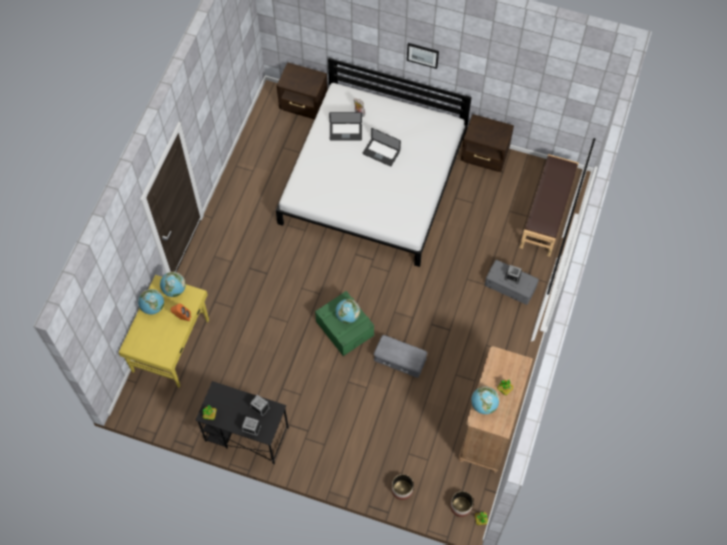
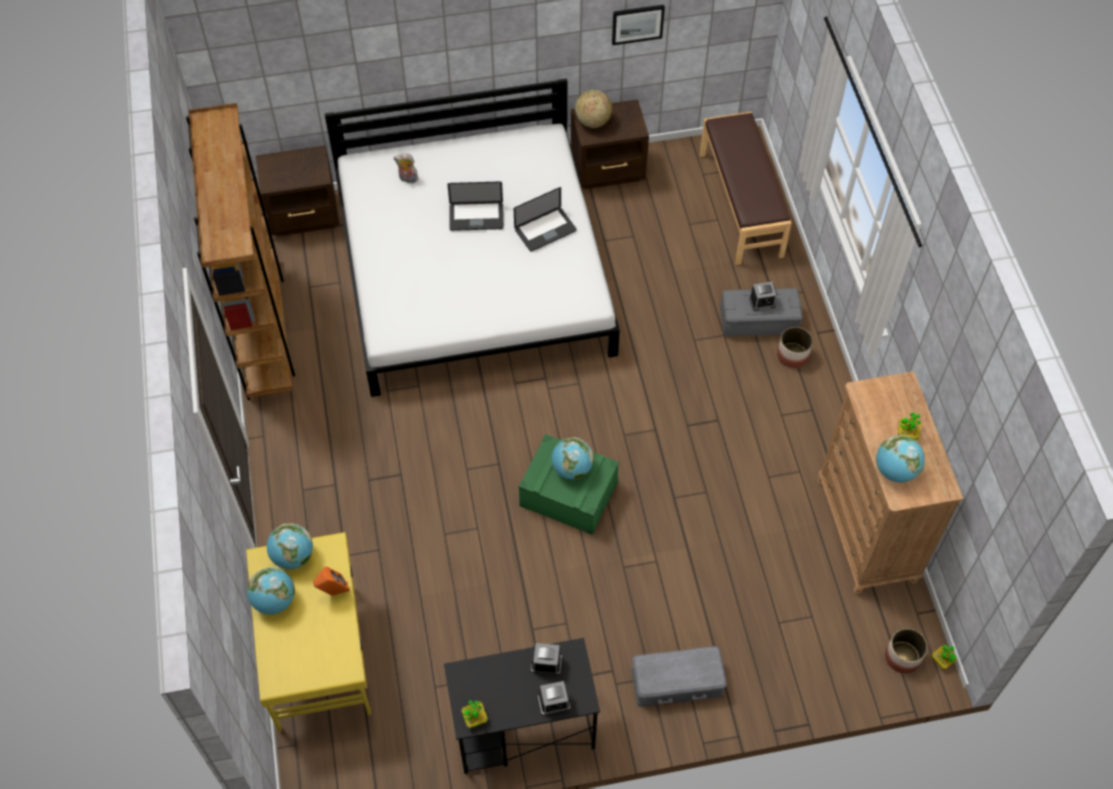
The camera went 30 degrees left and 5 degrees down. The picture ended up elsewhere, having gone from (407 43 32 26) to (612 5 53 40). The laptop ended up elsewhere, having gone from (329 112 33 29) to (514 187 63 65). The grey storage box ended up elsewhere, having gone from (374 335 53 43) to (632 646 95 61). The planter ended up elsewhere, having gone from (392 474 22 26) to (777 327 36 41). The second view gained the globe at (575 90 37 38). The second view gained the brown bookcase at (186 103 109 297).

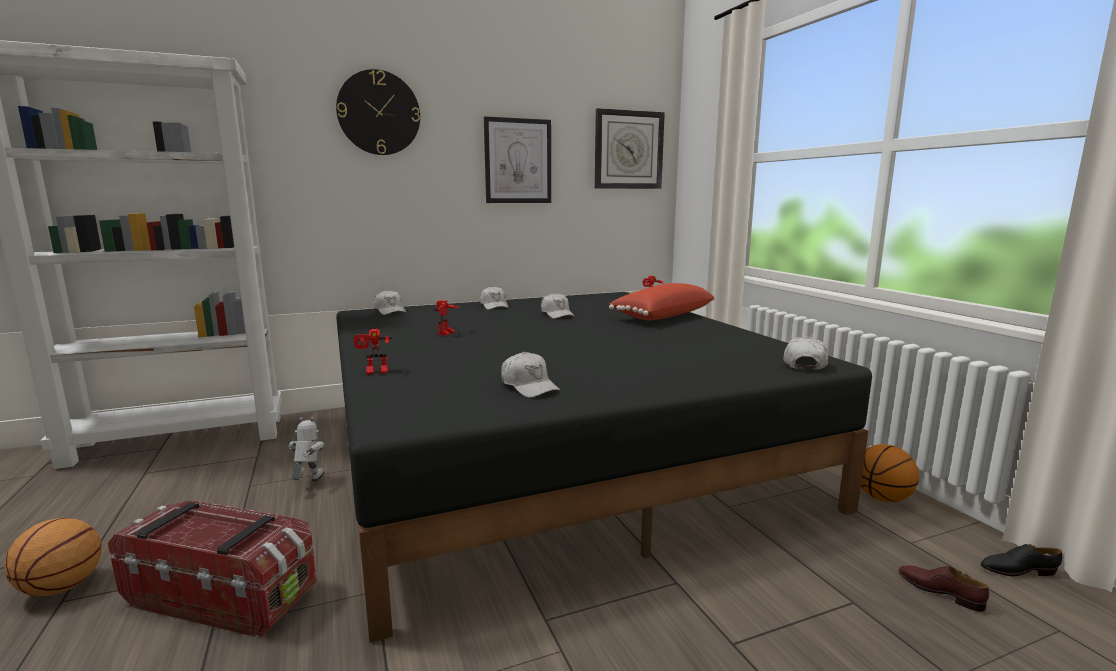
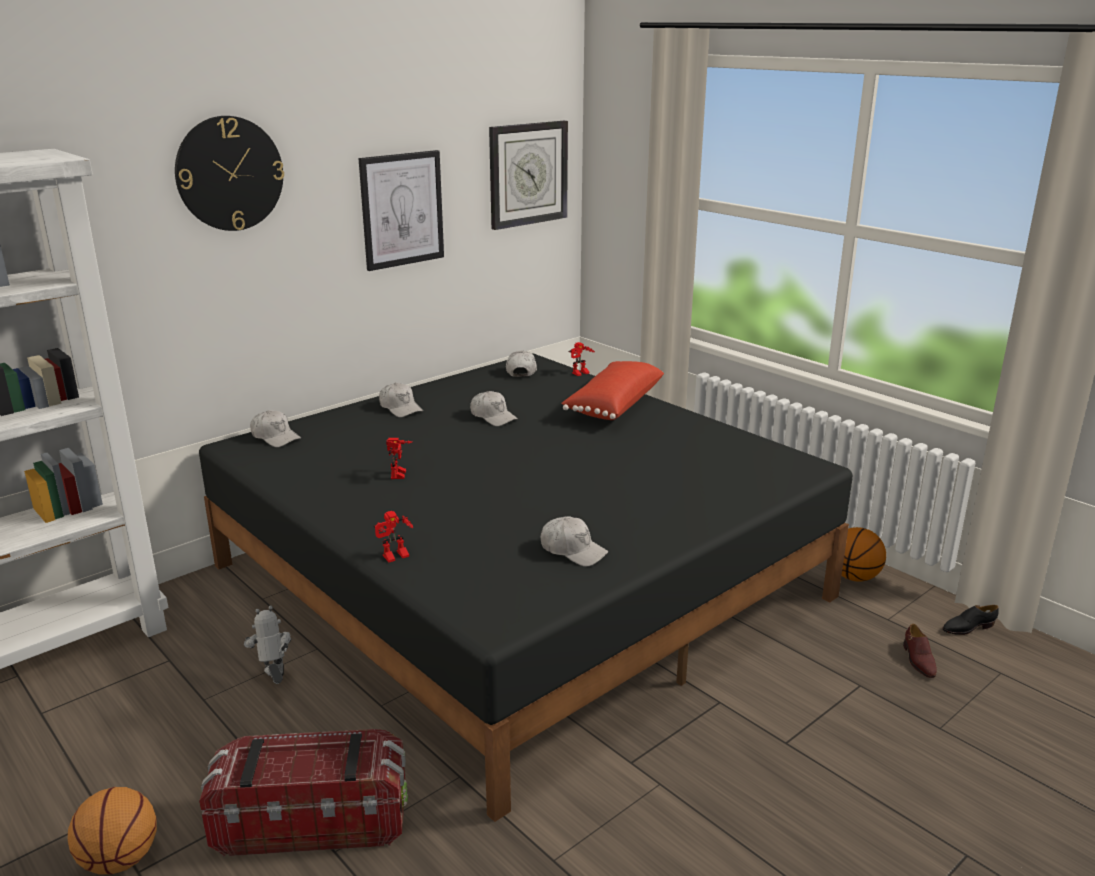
The camera went 20 degrees left and 10 degrees up. The white cap ended up elsewhere, having gone from (784 337 44 33) to (506 350 31 27). The brown shoe at (899 565 90 47) ended up facing another way, 120 degrees counterclockwise from before.

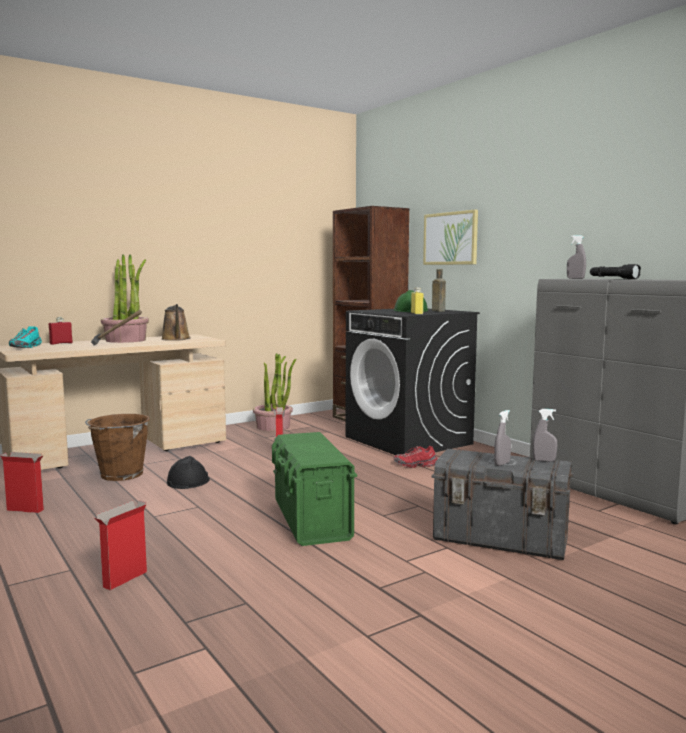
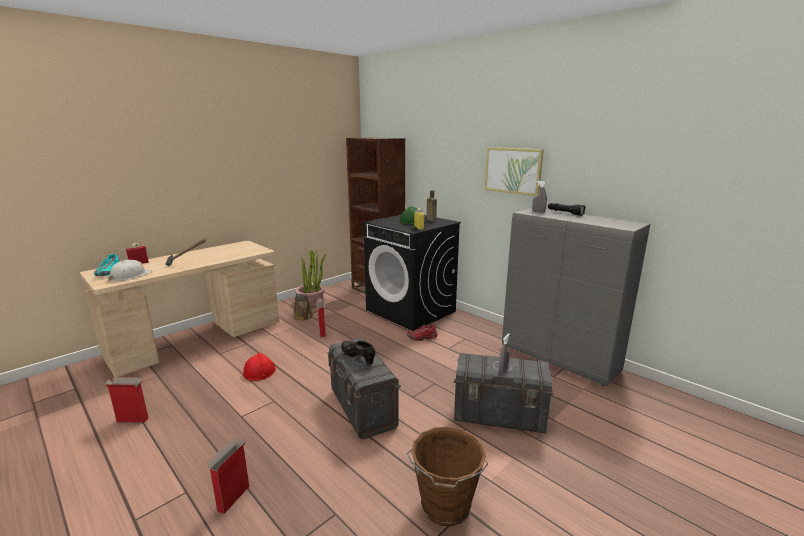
The camera went 10 degrees left and 10 degrees up. The picture ended up elsewhere, having gone from (423 210 55 55) to (484 147 60 49). The second view lost the potted plant at (101 254 48 89). The brown watering can ended up elsewhere, having gone from (161 304 29 37) to (293 293 20 28). The second view lost the grey spray bottle at (533 409 24 53). The brown bucket ended up elsewhere, having gone from (85 414 65 67) to (407 426 81 101). What was the green storage box at (272 432 85 114) turned into the grey storage box at (328 338 73 101). What was the black hard hat at (167 456 43 33) turned into the red hard hat at (243 353 33 28). The second view gained the white hard hat at (108 260 44 22). The second view gained the black shoe at (341 341 35 24).

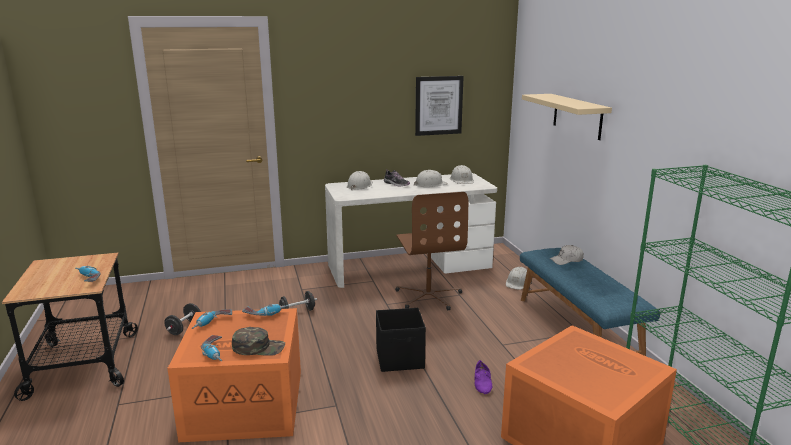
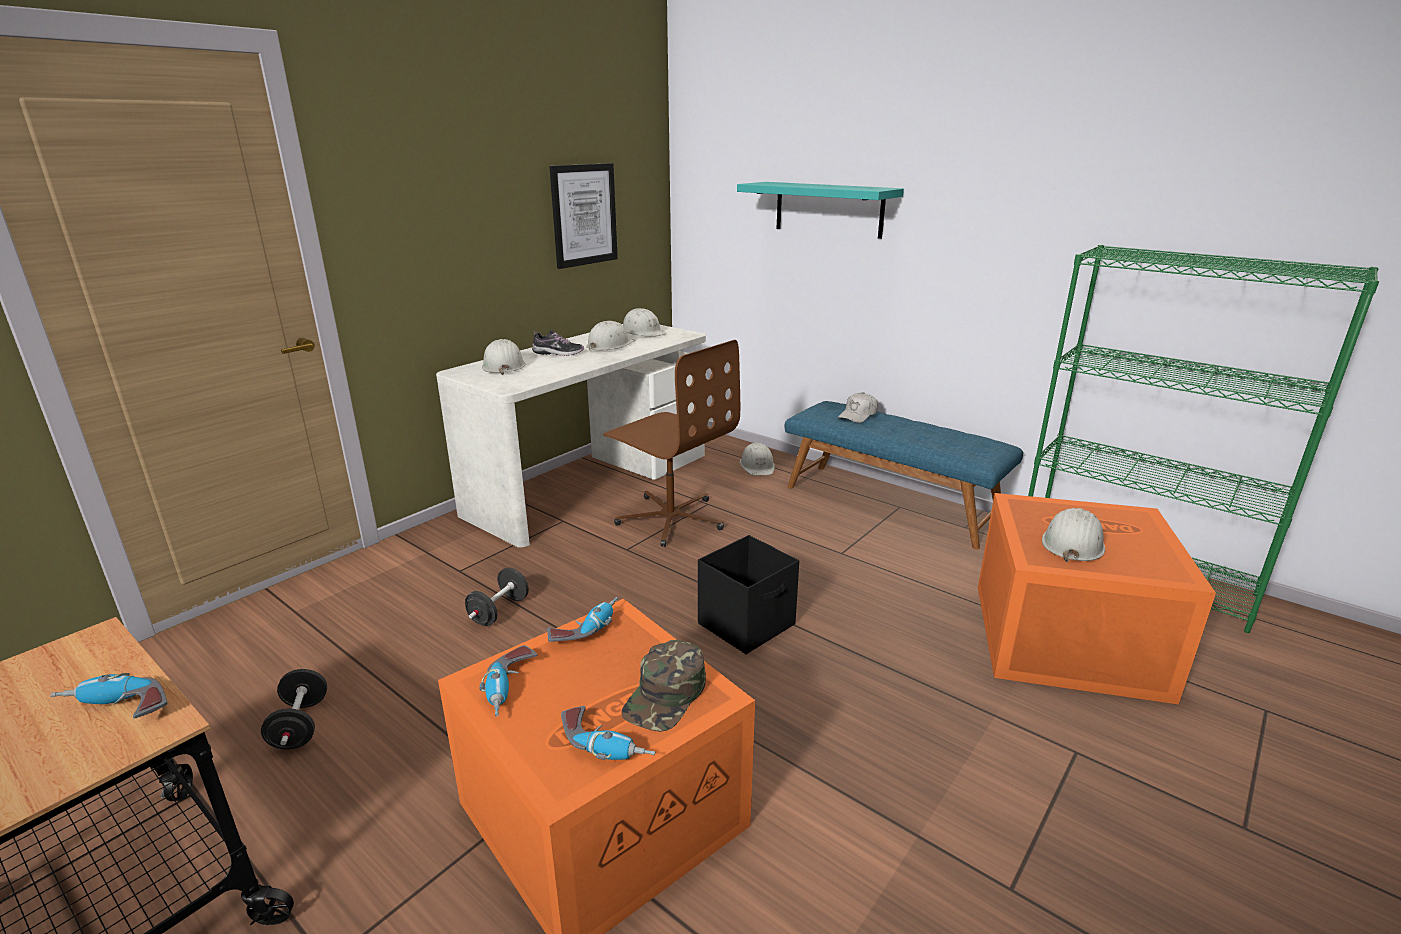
The camera went 35 degrees left and 5 degrees up. What was the beige shelf at (522 94 90 46) turned into the turquoise shelf at (737 182 167 57). The green cap at (232 327 53 29) ended up facing another way, 150 degrees clockwise from before. The second view lost the purple shoe at (475 360 17 34). The second view gained the white hard hat at (1042 508 63 54).

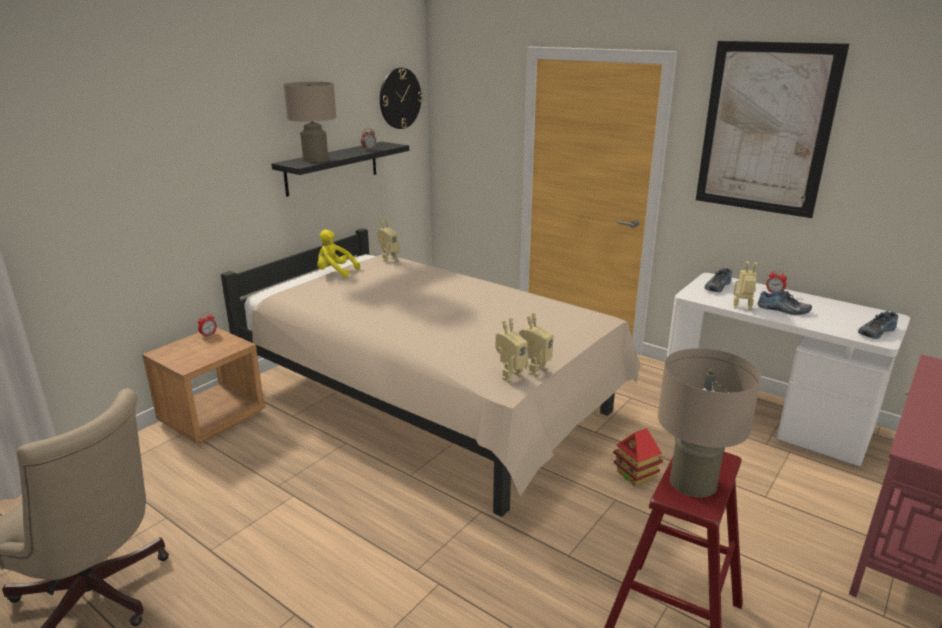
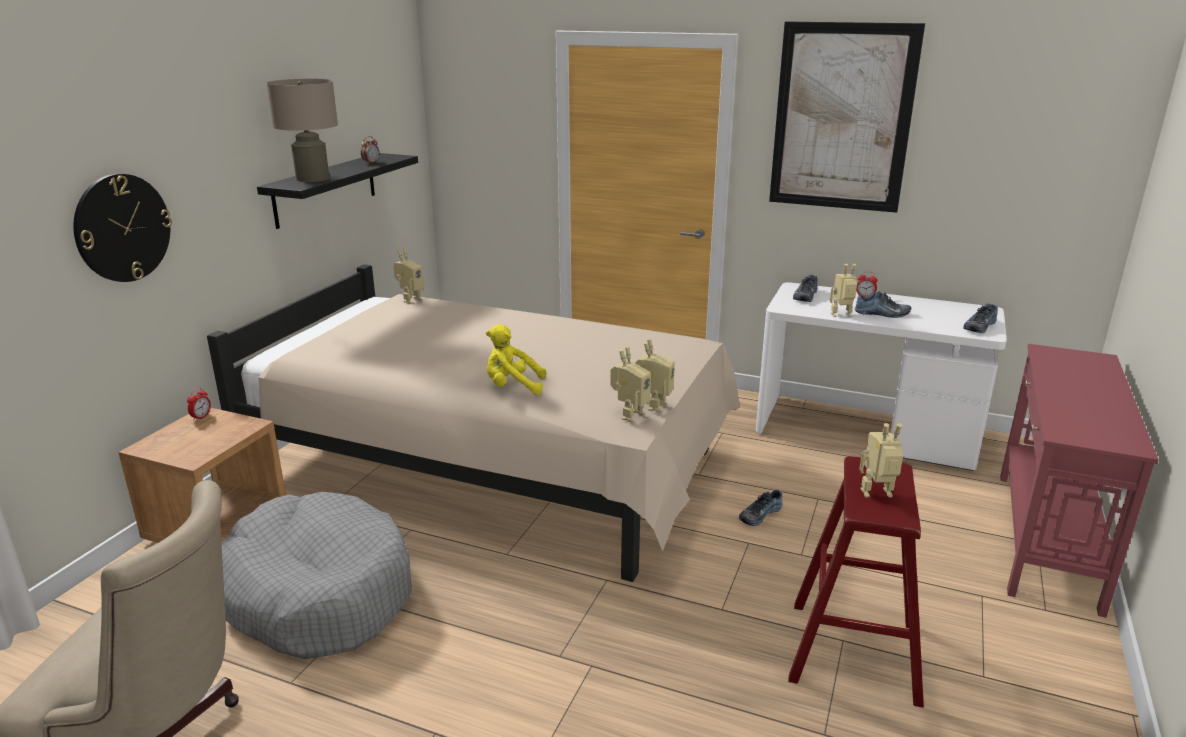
The camera went 15 degrees left and 0 degrees up. The wall clock ended up elsewhere, having gone from (380 68 43 61) to (73 174 99 108). The yellow plush toy ended up elsewhere, having gone from (317 230 43 48) to (486 324 60 71). Where the beige table lamp stood at (658 348 103 149), the toy robot came to stand at (860 423 43 74). Where the toy house stood at (613 428 50 59), the shoe came to stand at (739 490 44 36). The second view gained the grey dog bed at (221 492 191 167).

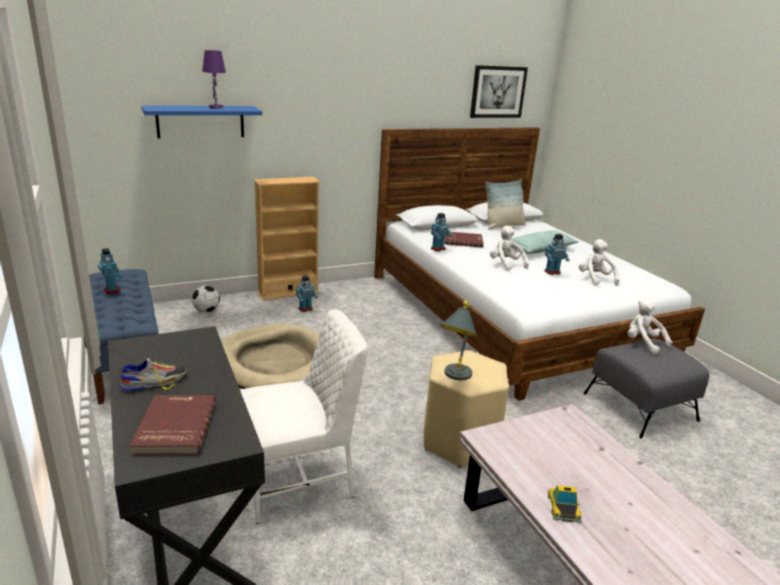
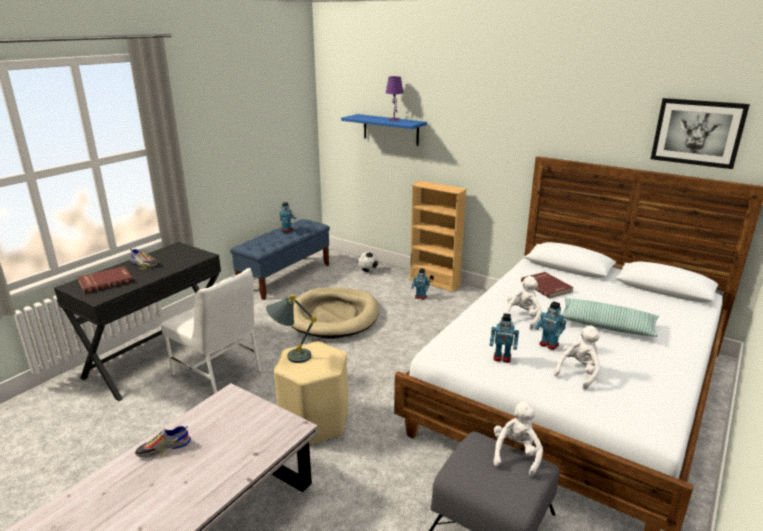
The camera went 60 degrees right and 0 degrees up. The second view lost the pillow at (485 179 40 51). The toy robot ended up elsewhere, having gone from (431 213 21 39) to (489 313 30 50). Where the toy car stood at (548 485 34 38), the shoe came to stand at (135 426 56 32).

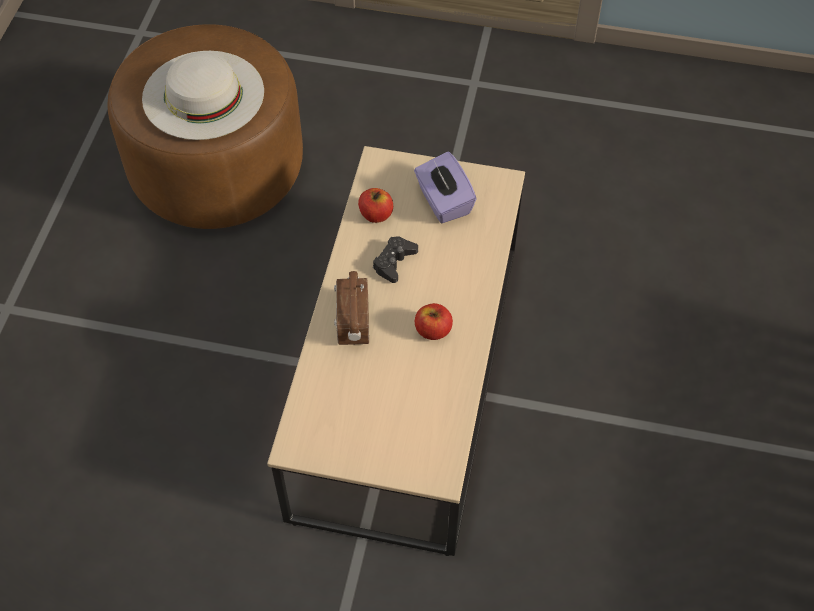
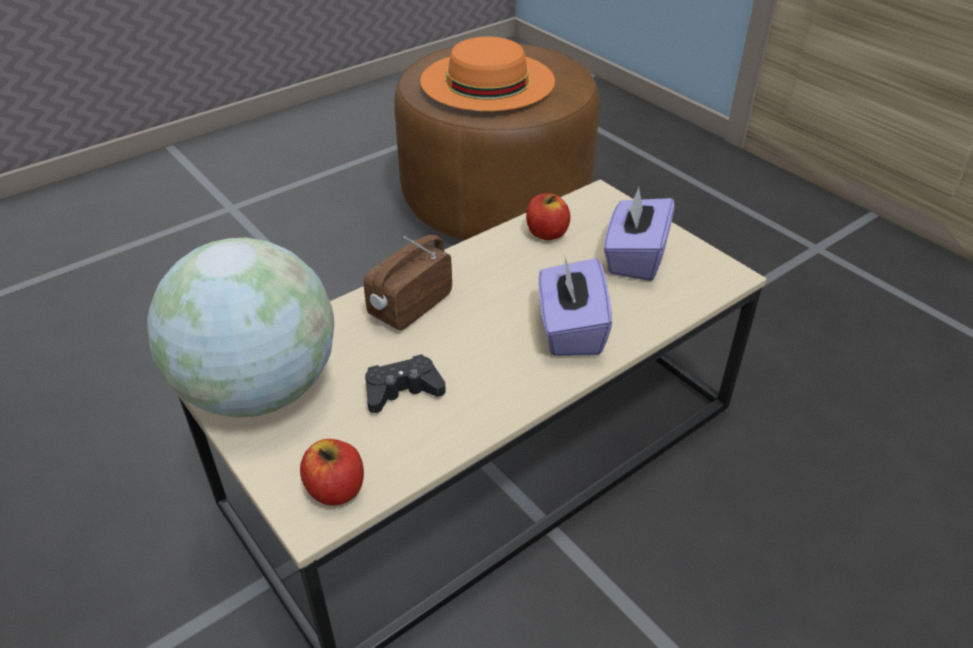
The camera went 40 degrees right and 15 degrees down. What was the white hat at (142 51 122 89) turned into the orange hat at (420 36 135 75). The black game controller ended up elsewhere, having gone from (373 236 45 47) to (365 354 81 59). The apple ended up elsewhere, having gone from (415 303 38 37) to (300 439 64 66). The second view gained the globe at (147 238 187 180). The second view gained the purple tissue box at (538 257 74 99).

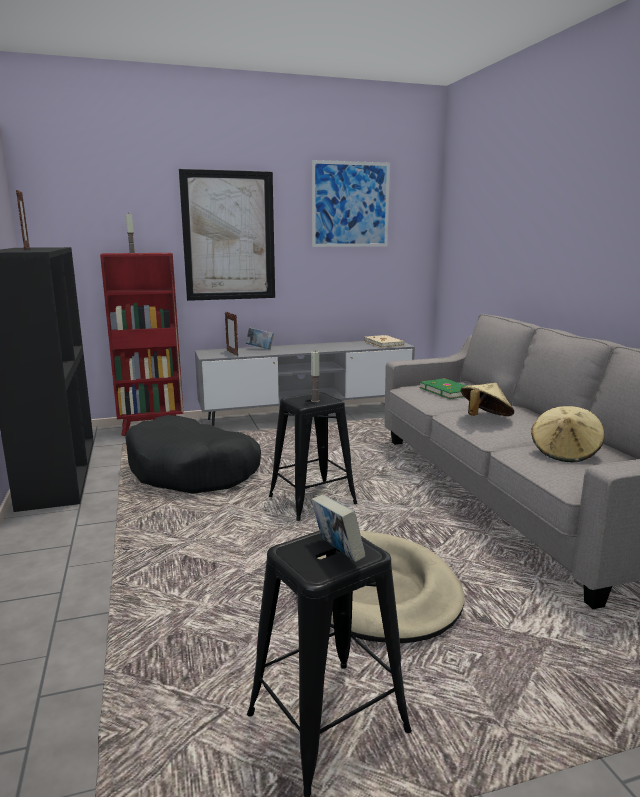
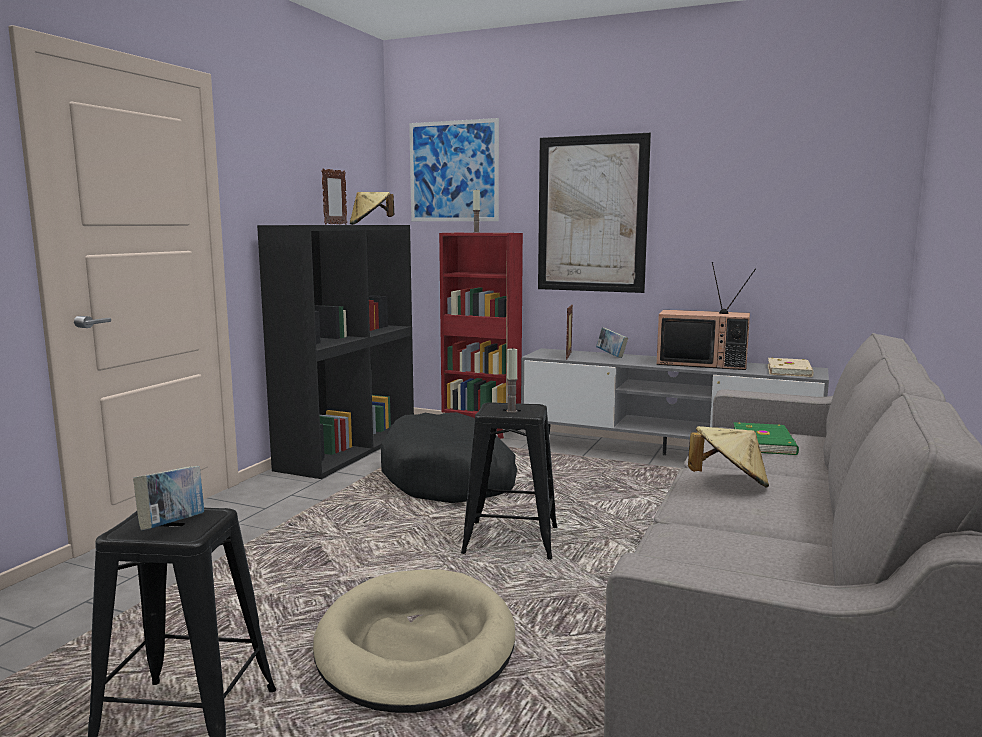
The camera went 40 degrees right and 5 degrees down. The picture ended up elsewhere, having gone from (312 160 78 87) to (409 118 90 103). The beige hat ended up elsewhere, having gone from (531 406 73 56) to (350 192 44 33). The second view gained the television at (657 262 99 108).

